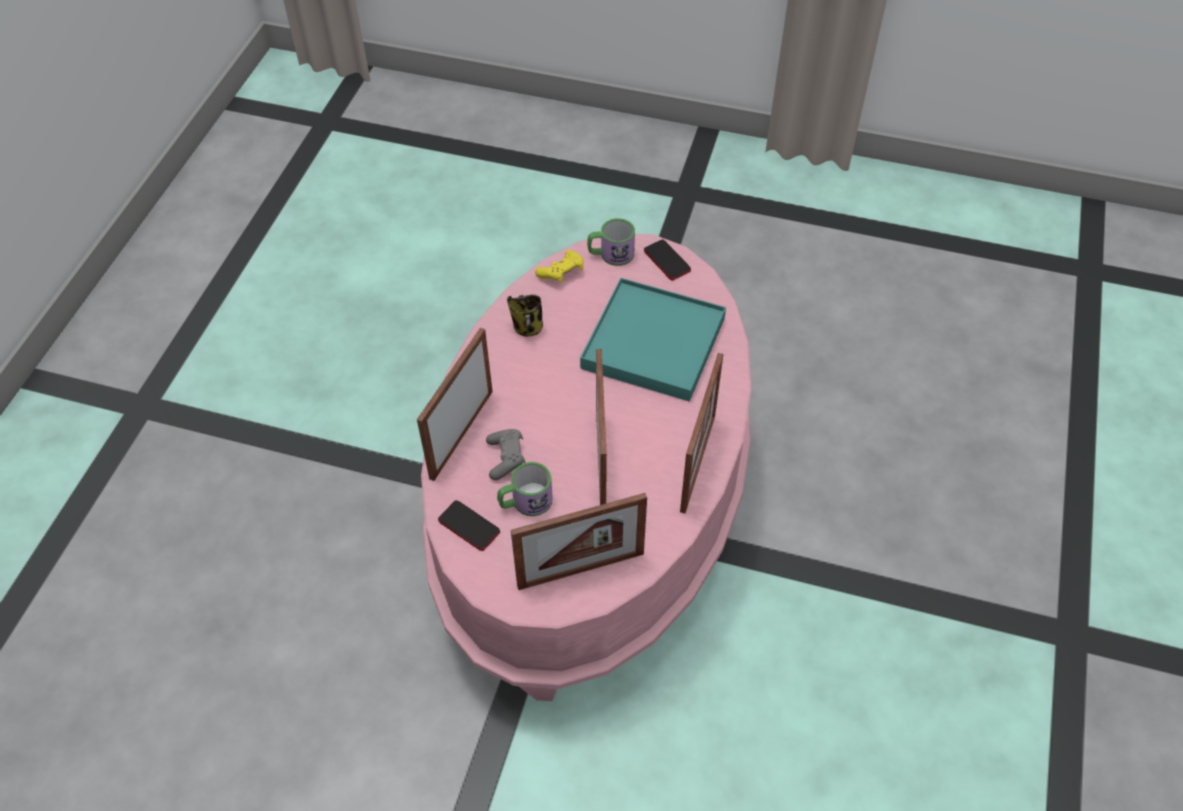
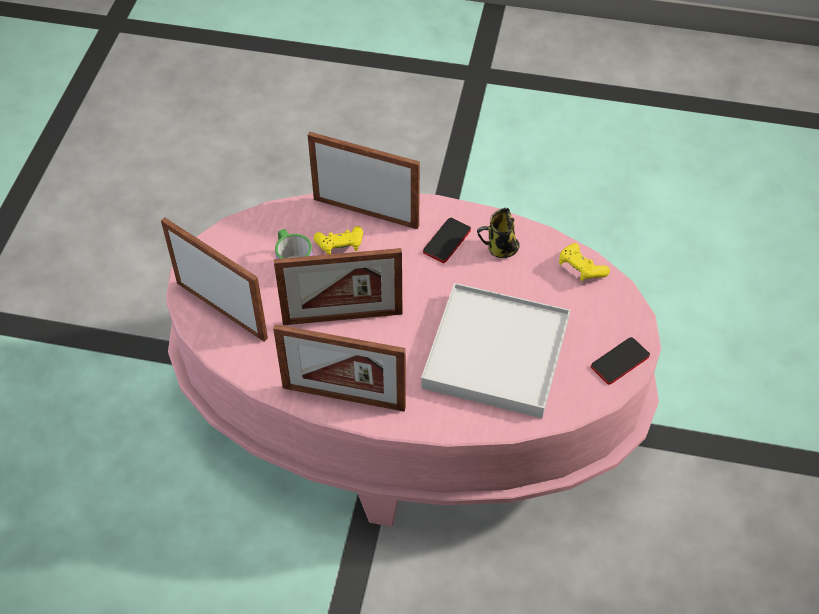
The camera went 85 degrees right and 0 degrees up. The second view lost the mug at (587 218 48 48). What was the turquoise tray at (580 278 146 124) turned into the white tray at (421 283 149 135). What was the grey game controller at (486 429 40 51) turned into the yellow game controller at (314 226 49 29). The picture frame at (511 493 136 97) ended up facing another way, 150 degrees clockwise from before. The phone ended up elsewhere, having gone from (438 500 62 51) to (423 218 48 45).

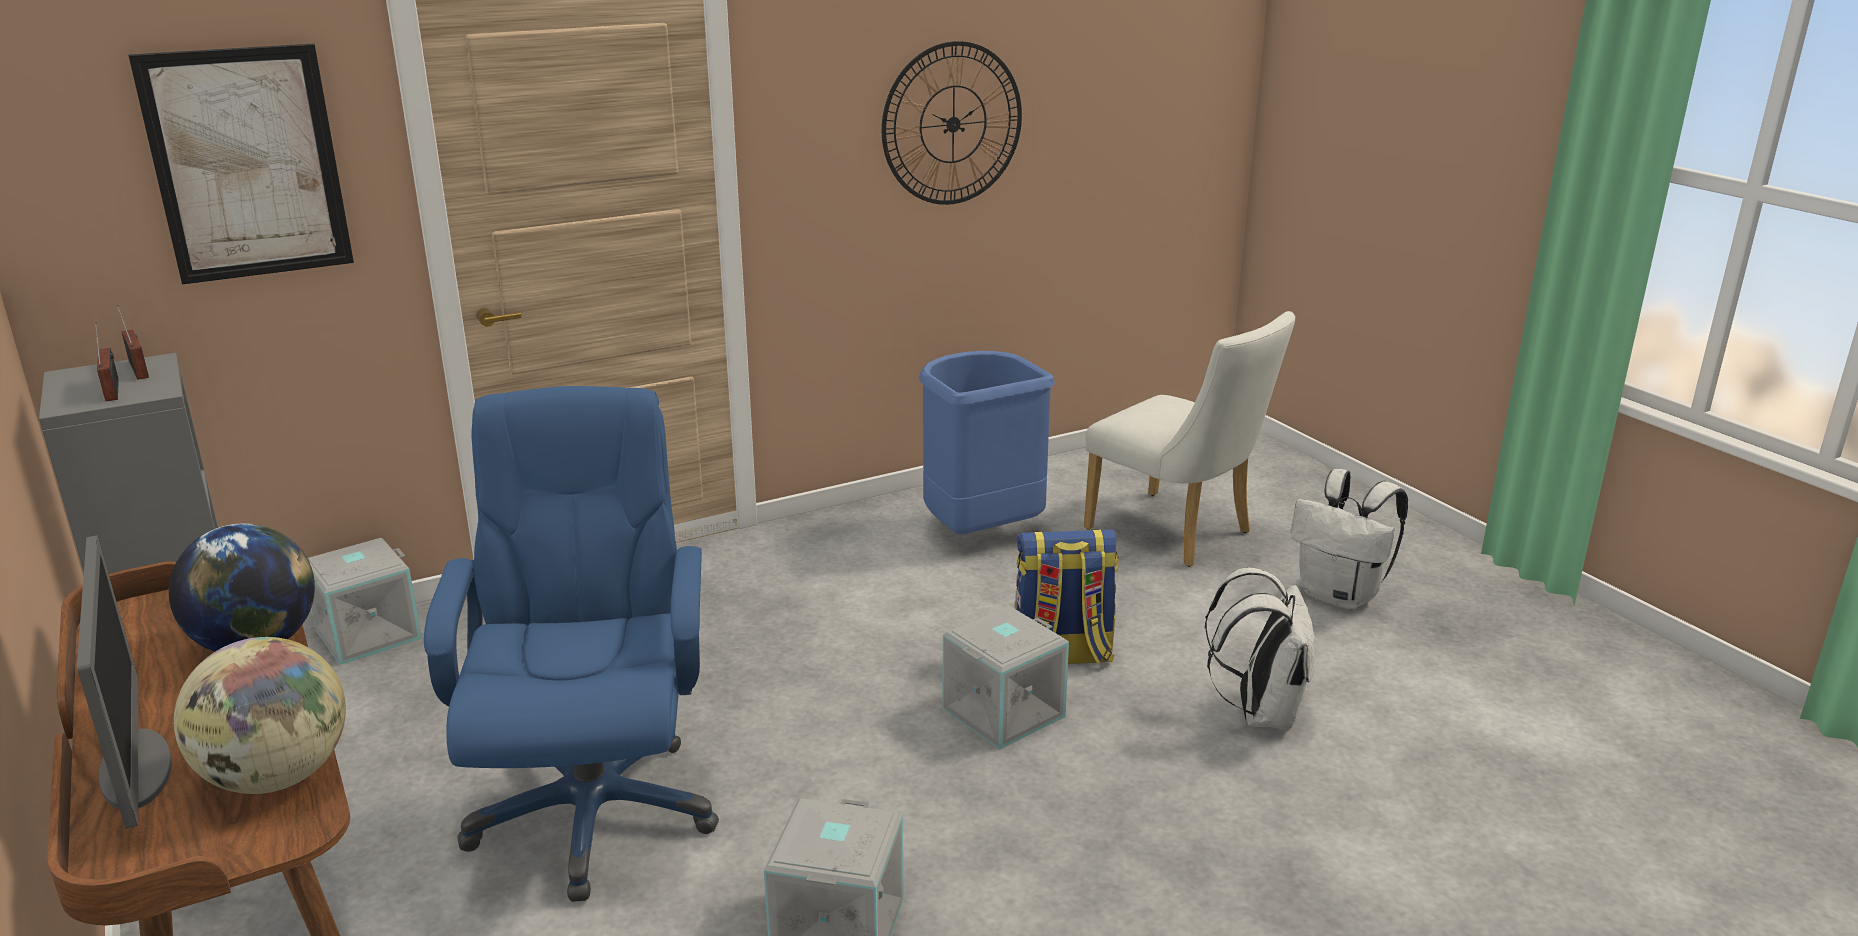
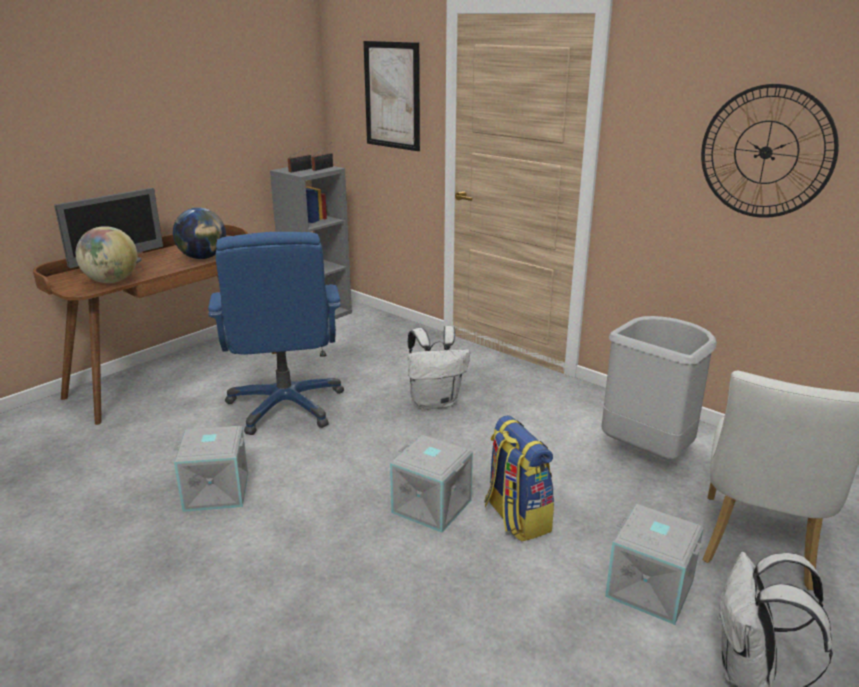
The camera went 70 degrees right and 0 degrees up. What was the blue trash can at (919 351 136 184) turned into the grey trash can at (601 316 116 144). The blue office chair at (424 386 295 516) ended up facing another way, 105 degrees clockwise from before. The grey storage box ended up elsewhere, having gone from (308 538 114 127) to (605 504 99 121). The white backpack ended up elsewhere, having gone from (1204 568 112 163) to (408 326 62 84).

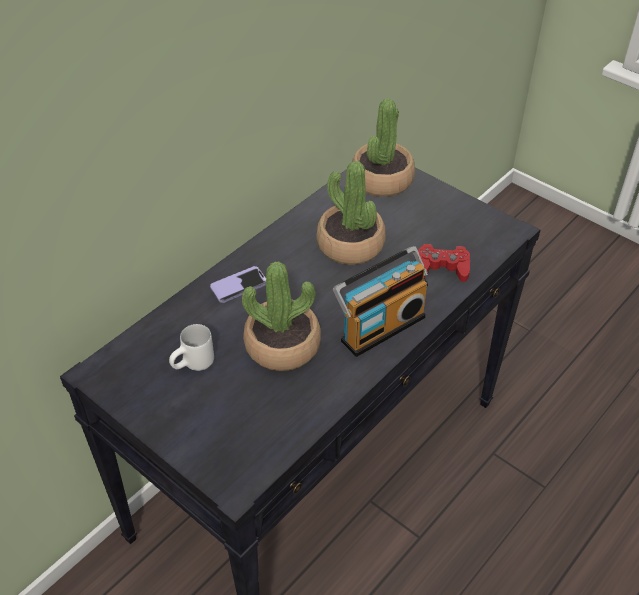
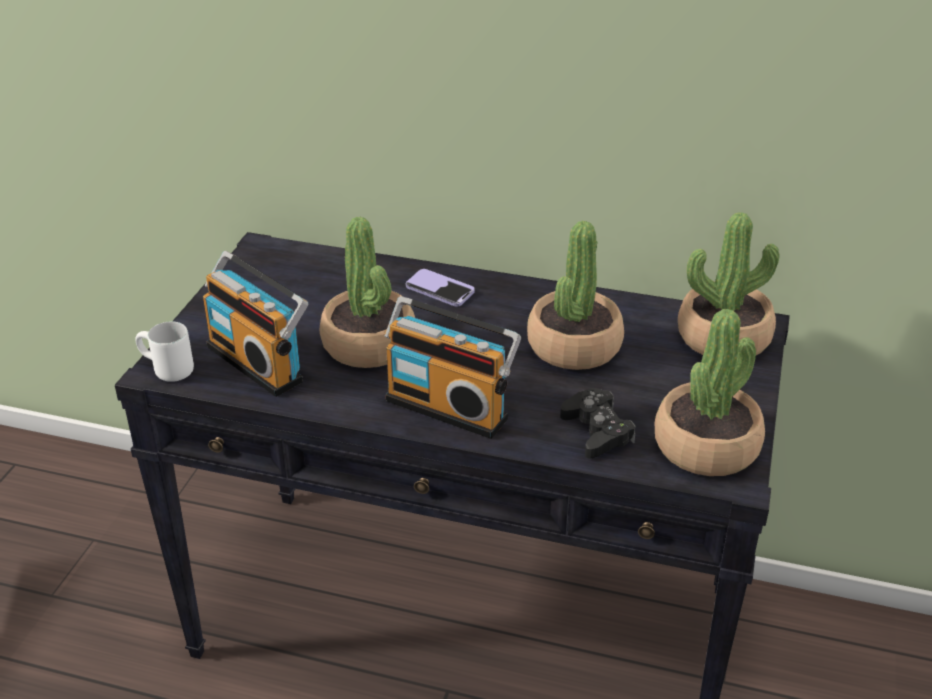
The camera went 65 degrees right and 10 degrees down. What was the red game controller at (418 244 52 38) turned into the black game controller at (560 388 76 71). The white mug ended up elsewhere, having gone from (169 324 45 47) to (135 321 59 61). The second view gained the radio at (203 251 105 146). The second view gained the potted plant at (655 309 110 167).

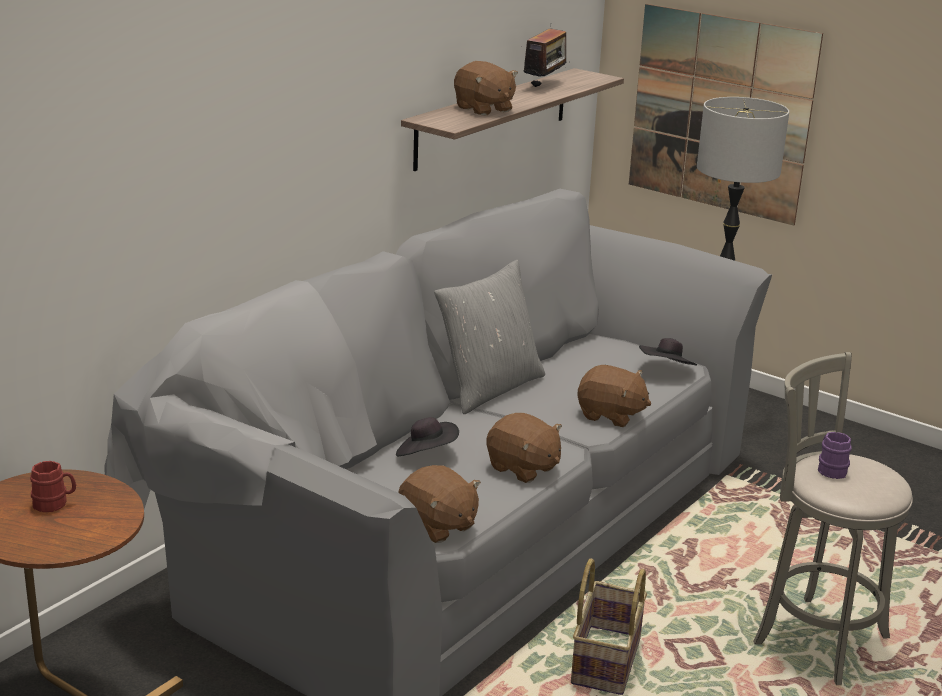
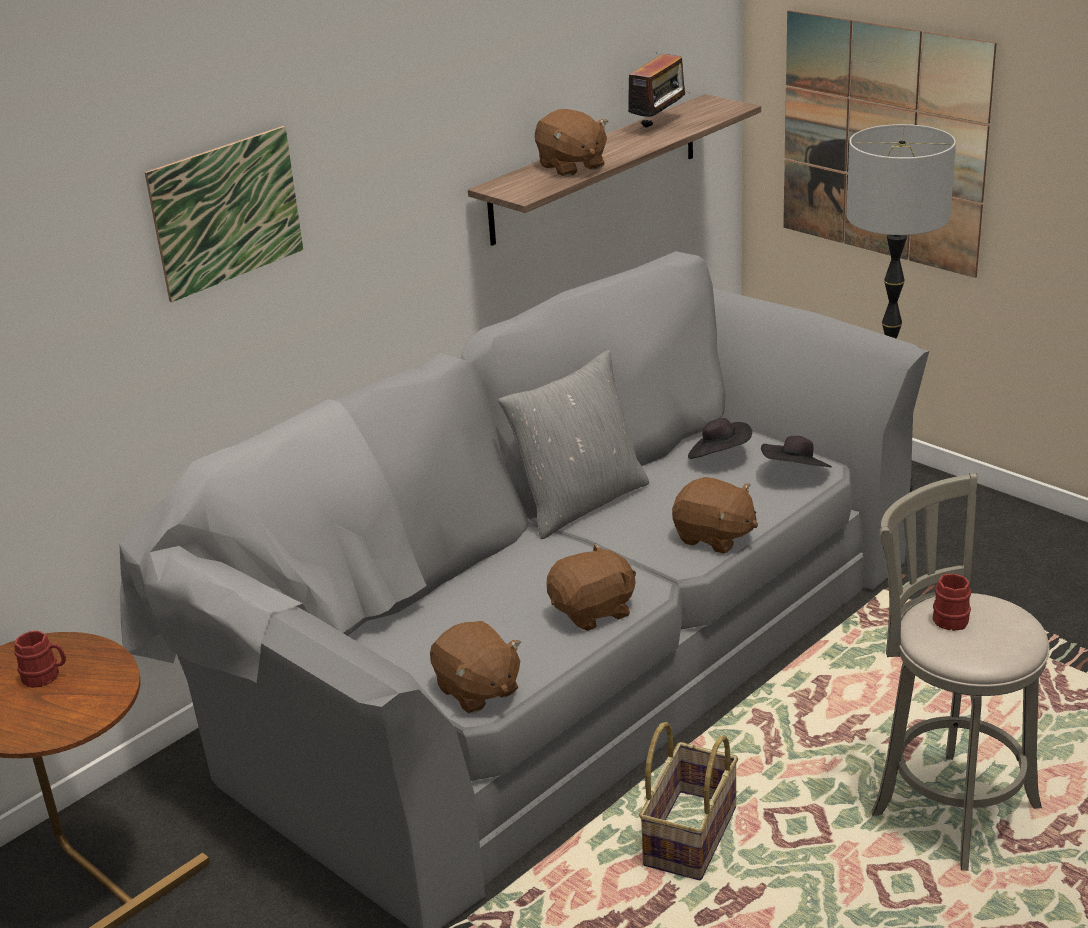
The camera went 10 degrees right and 5 degrees up. The brown plush toy at (486 413 76 70) ended up facing another way, 75 degrees counterclockwise from before. The black hat ended up elsewhere, having gone from (396 417 63 39) to (688 418 64 41). What was the purple mug at (818 432 34 47) turned into the red mug at (933 574 38 57). The second view gained the picture at (145 126 158 176).

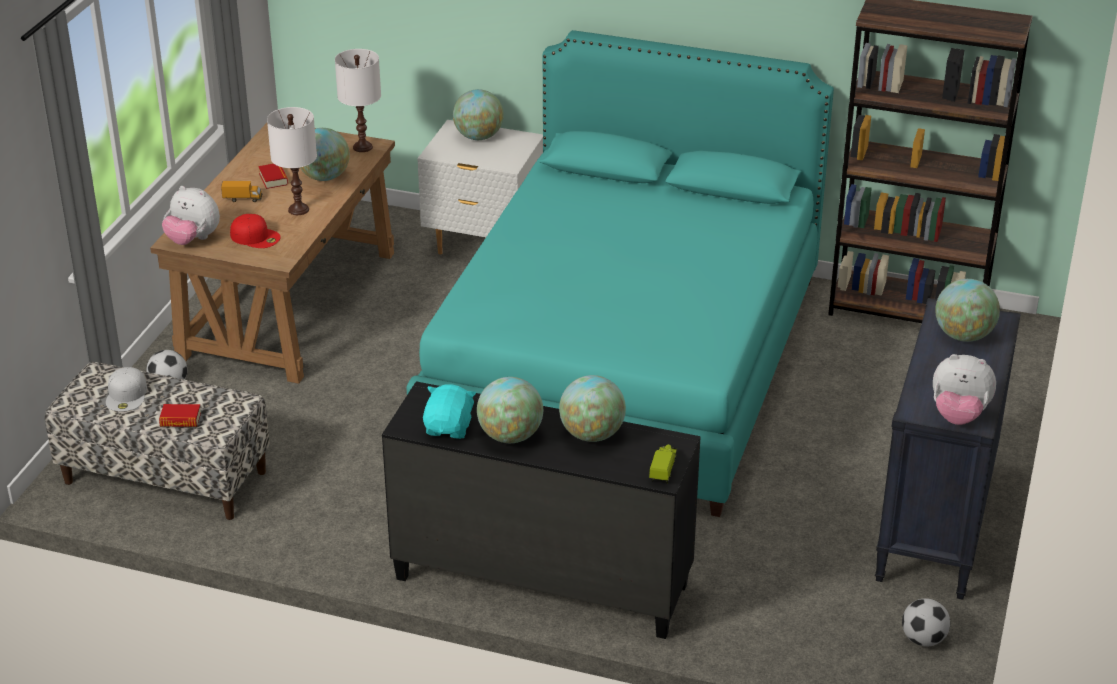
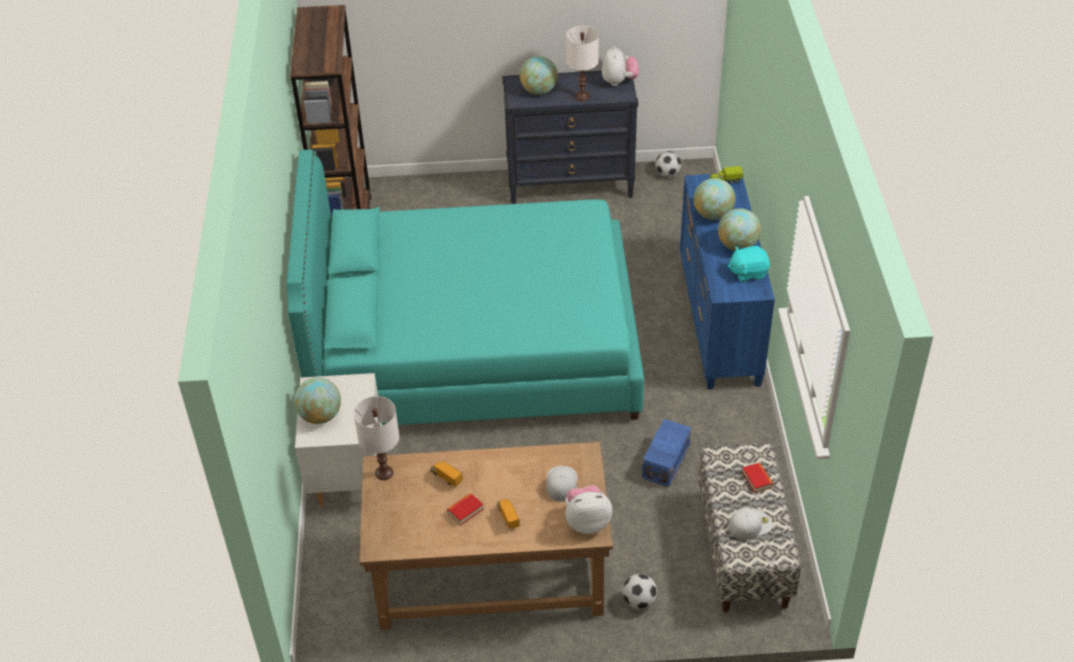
The camera went 110 degrees left and 10 degrees up. The white table lamp ended up elsewhere, having gone from (267 107 50 108) to (566 26 33 75). Where the globe stood at (300 128 50 53), the toy truck came to stand at (431 461 32 26). The plush toy at (162 186 58 59) ended up facing another way, 105 degrees counterclockwise from before. What was the red cap at (230 214 51 34) turned into the white cap at (546 466 32 36). What was the black dresser at (382 381 319 258) turned into the blue dresser at (680 174 95 215). The second view gained the blue storage box at (642 419 49 68).

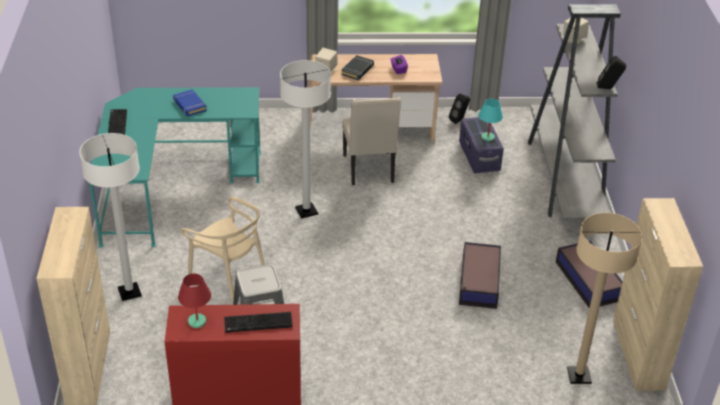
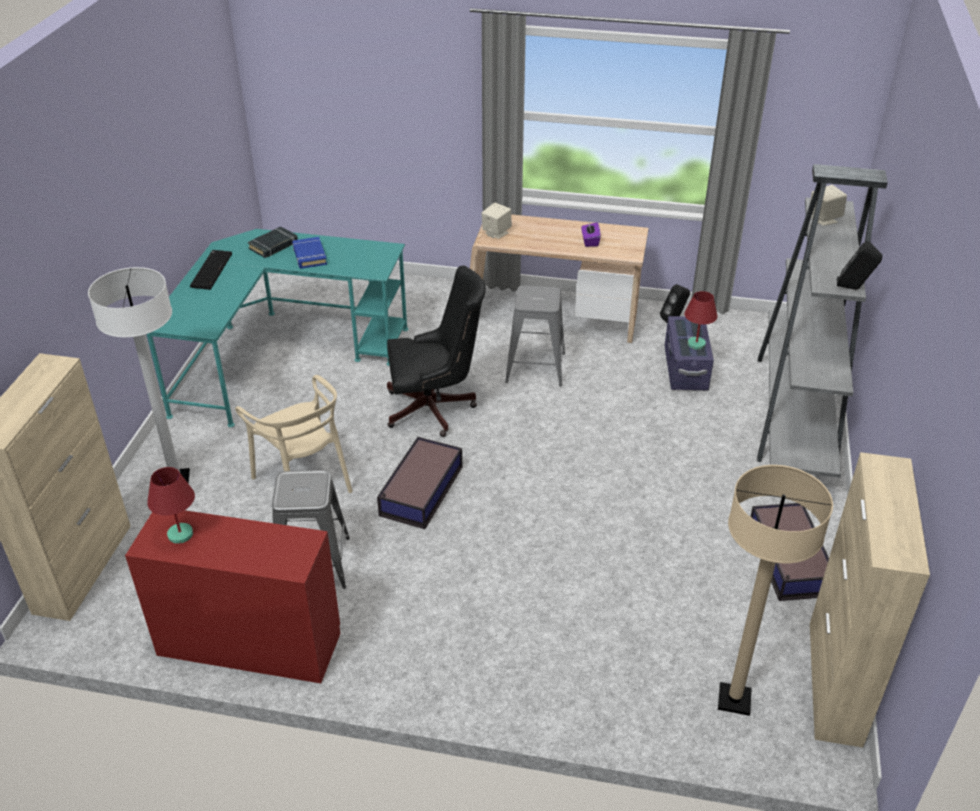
The camera went 15 degrees right and 0 degrees up. The black book ended up elsewhere, having gone from (341 55 33 25) to (248 227 50 31). Where the white floor lamp stood at (280 60 51 159), the black office chair came to stand at (387 266 99 171). Where the beige chair stood at (342 97 59 88), the grey stool came to stand at (505 285 60 101). What was the turquoise table lamp at (479 99 24 43) turned into the red table lamp at (684 291 34 59). The storage box ended up elsewhere, having gone from (459 242 42 67) to (377 437 85 92). The second view lost the keyboard at (224 312 69 21).

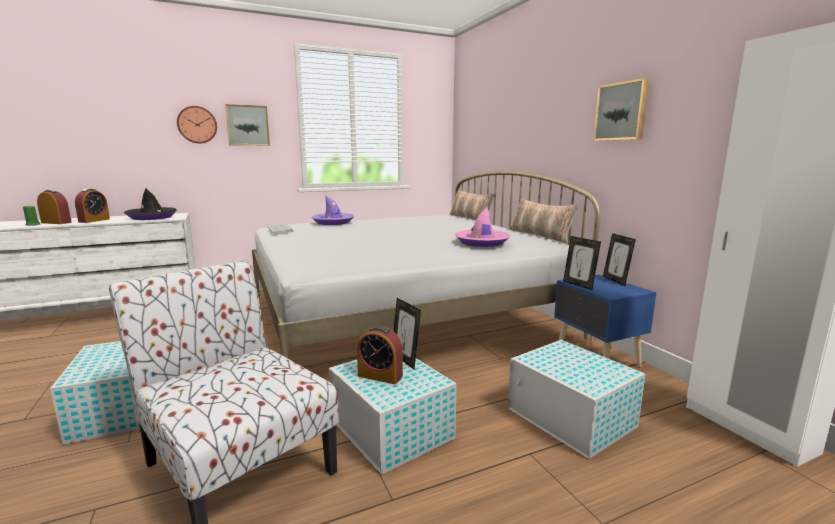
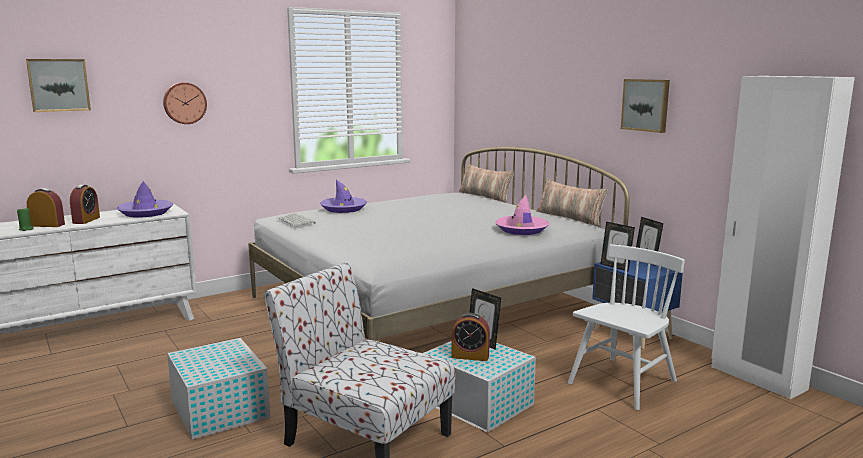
The camera went 10 degrees left and 0 degrees up. The picture ended up elsewhere, having gone from (225 104 45 42) to (26 59 65 53). What was the black hat at (124 188 53 32) turned into the purple hat at (117 181 56 37). Where the white storage box stood at (508 340 137 118), the white chair came to stand at (568 244 117 166).

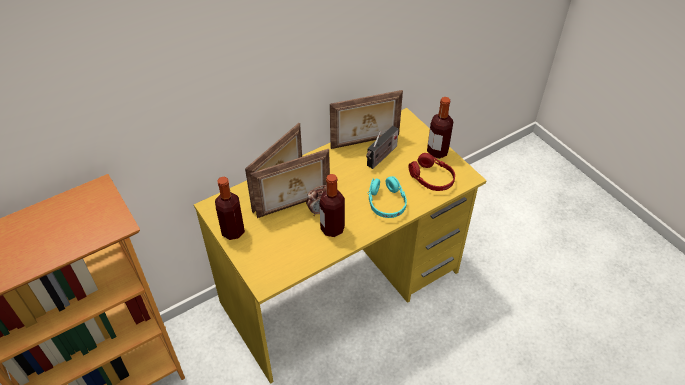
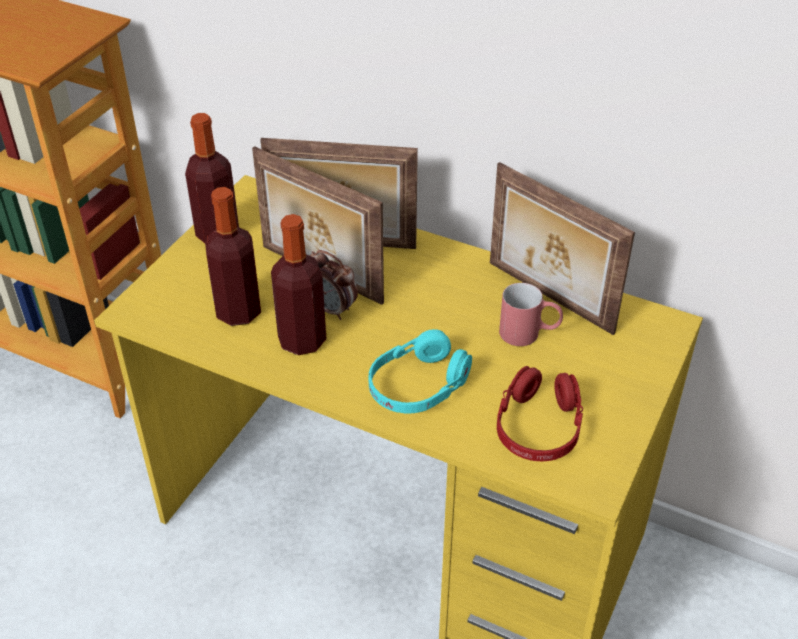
The camera went 60 degrees right and 5 degrees down. The bottle ended up elsewhere, having gone from (427 97 26 62) to (205 187 56 139). Where the radio stood at (366 126 33 43), the red mug came to stand at (499 283 64 63).

